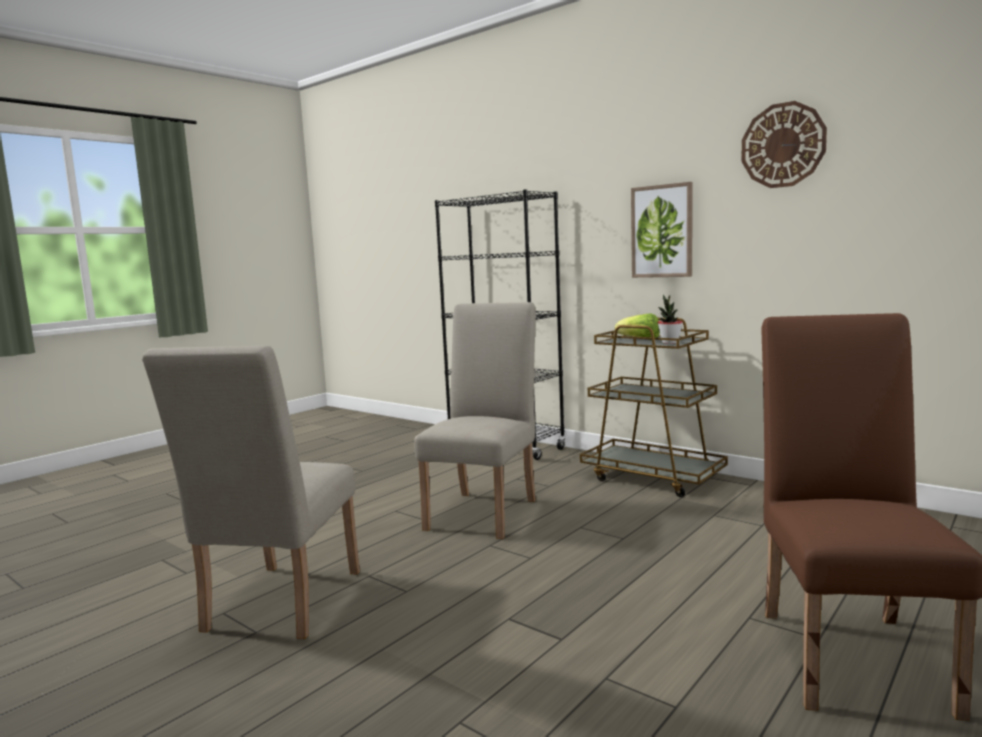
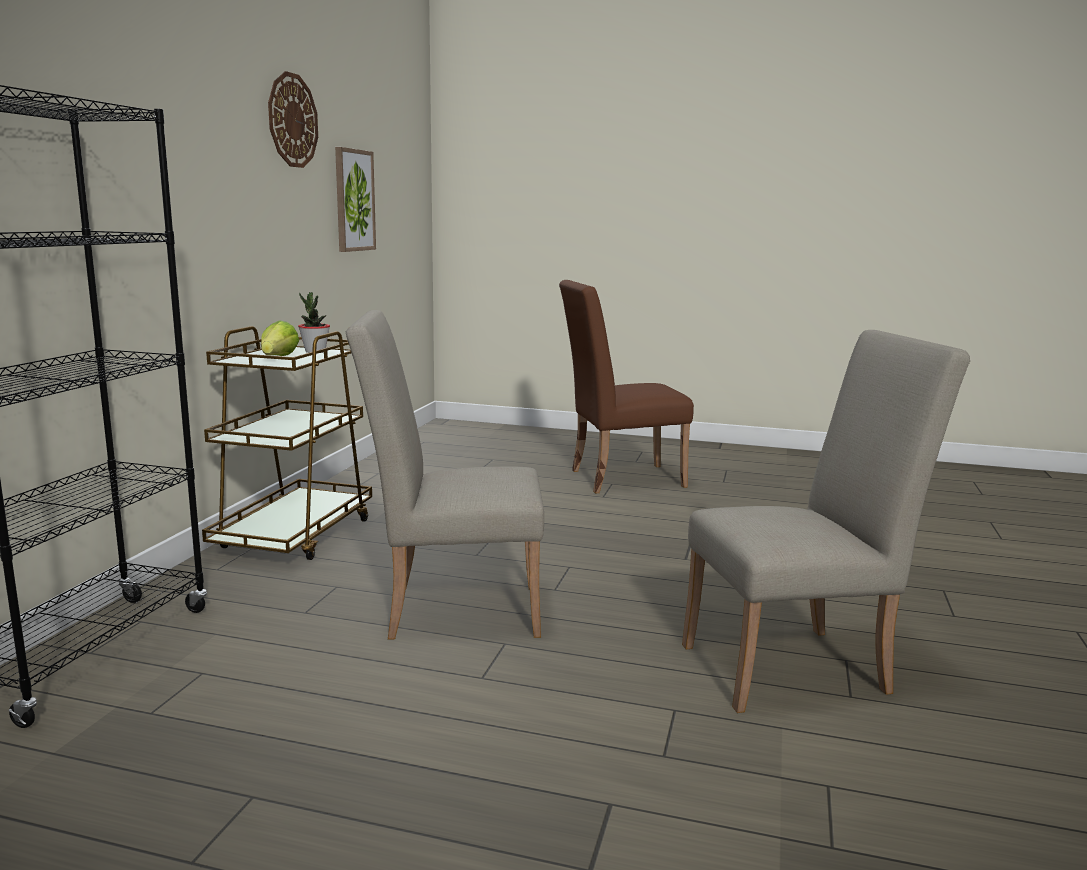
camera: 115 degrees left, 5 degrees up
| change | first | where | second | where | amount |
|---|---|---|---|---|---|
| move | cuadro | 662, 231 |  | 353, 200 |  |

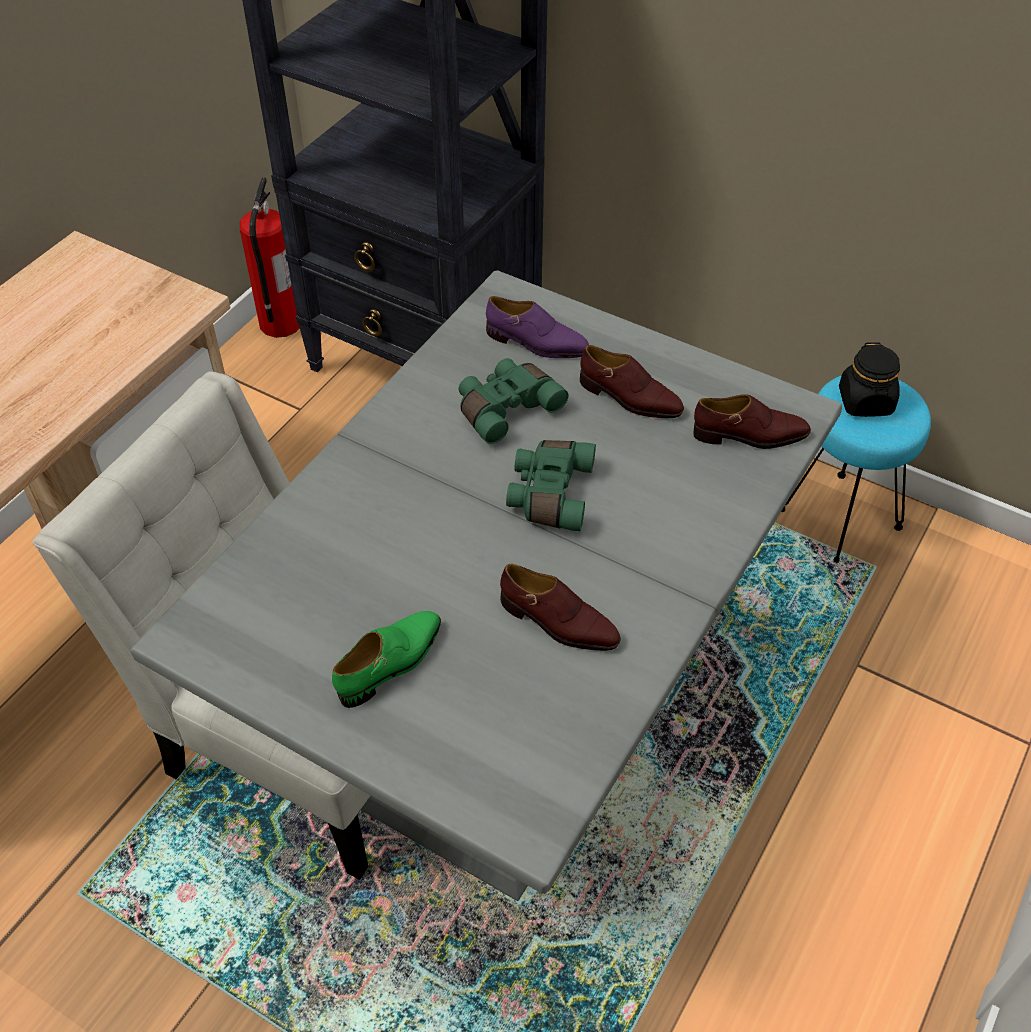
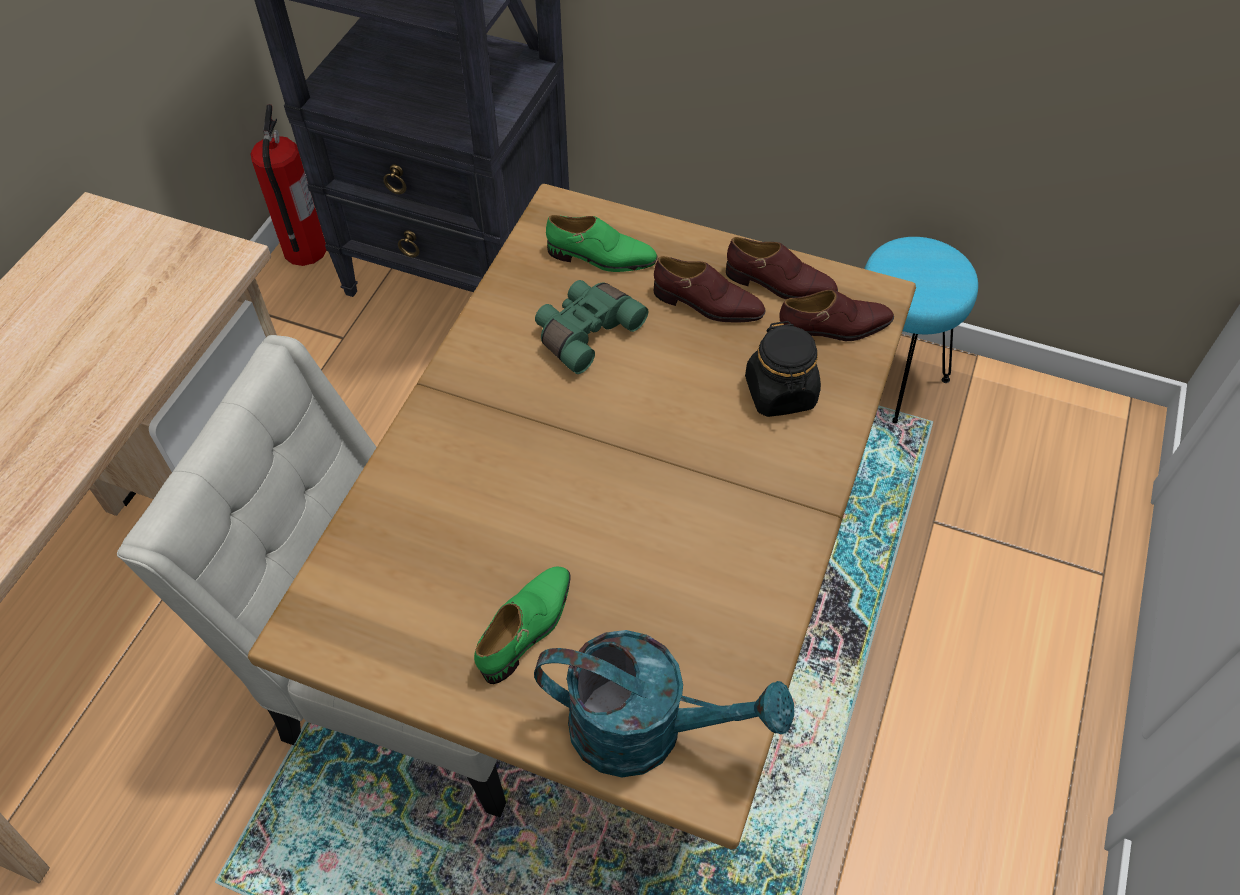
camera: 10 degrees left, 5 degrees up
| change | first | where | second | where | amount |
|---|---|---|---|---|---|
| recolor | mesa de comedor/gris | 515, 714 | mesa de comedor/marrón | 619, 622 |  |
| recolor | zapato/morado | 536, 343 | zapato/verde | 601, 257 |  |
| move | zapato/marrón | 558, 623 |  | 779, 285 |  |
| delete | prismáticos/verde | 549, 494 |  |  |  |
| move | tarro/negro | 865, 402 |  | 780, 393 |  |
| insert |  |  | regadera/turquesa | 647, 730 |  |

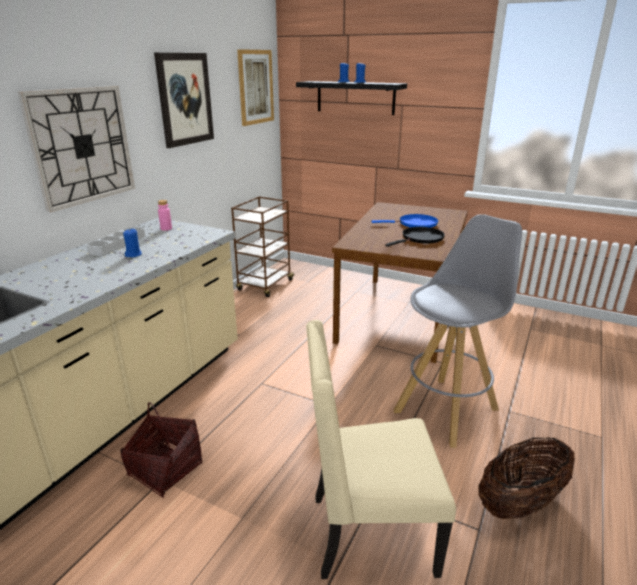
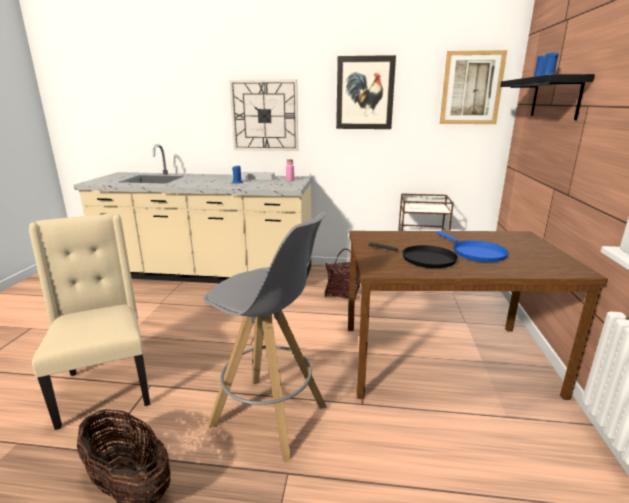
camera: 70 degrees right, 5 degrees down
| change | first | where | second | where | amount |
|---|---|---|---|---|---|
| move | cesta | 165, 469 |  | 342, 292 |  |

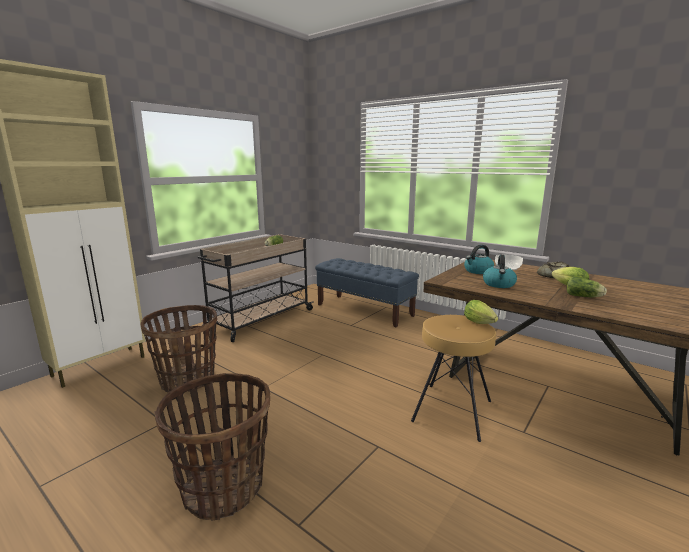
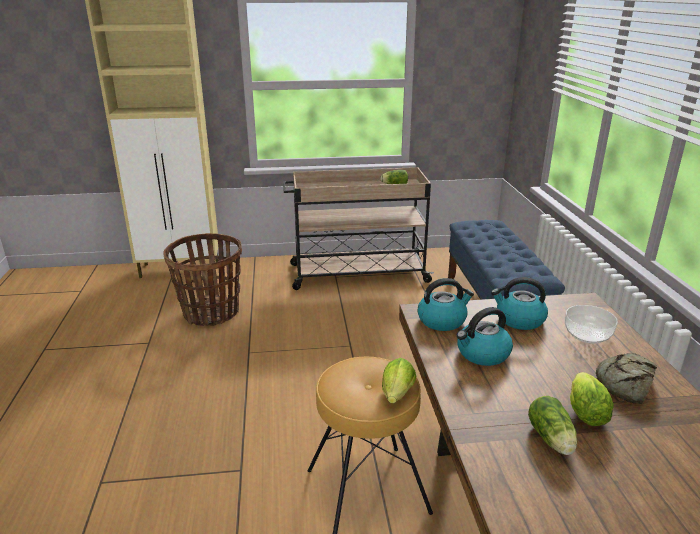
camera: 45 degrees right, 10 degrees up
| change | first | where | second | where | amount |
|---|---|---|---|---|---|
| delete | cesta | 223, 487 |  |  |  |
| insert |  |  | hervidor | 442, 320 |  |

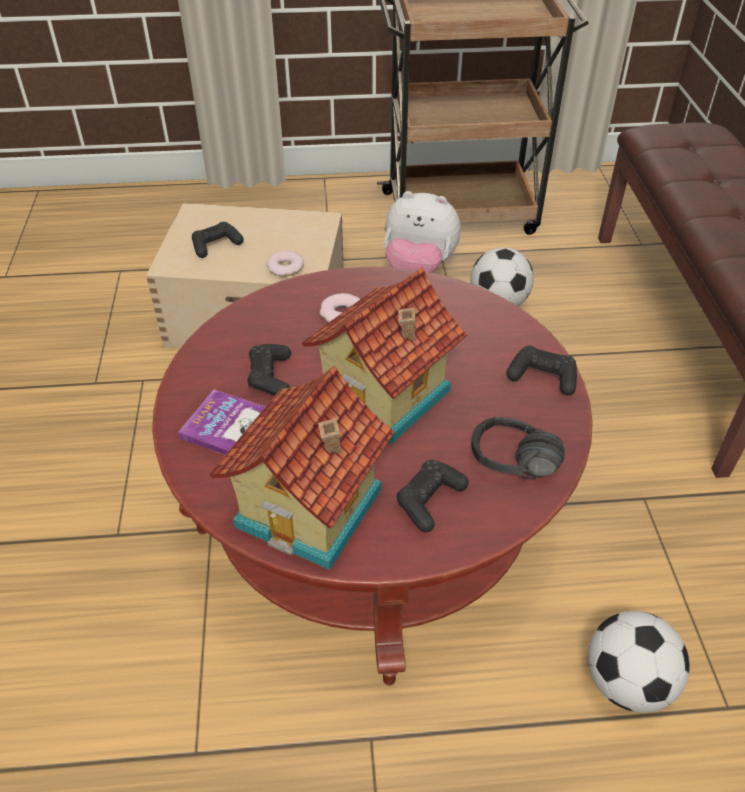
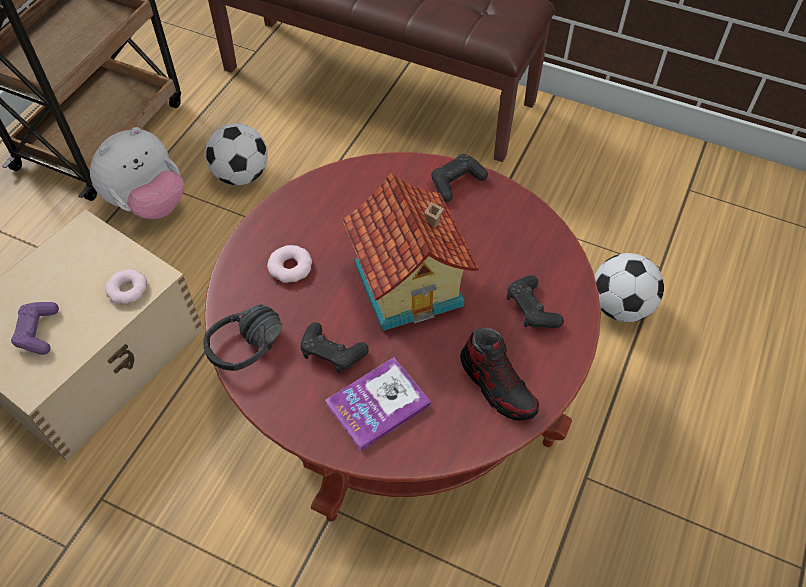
camera: 60 degrees left, 10 degrees up
| change | first | where | second | where | amount |
|---|---|---|---|---|---|
| recolor | mando de consola/negro | 216, 245 | mando de consola/morado | 38, 332 |  |
| replace | casita | 313, 509 | zapato | 497, 385 |  |
| move | auriculares/negro | 511, 470 |  | 253, 354 |  |

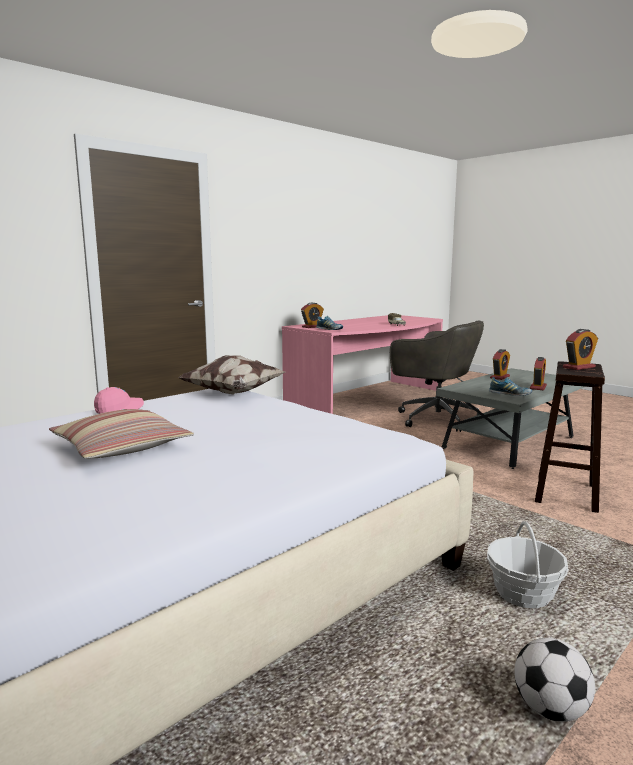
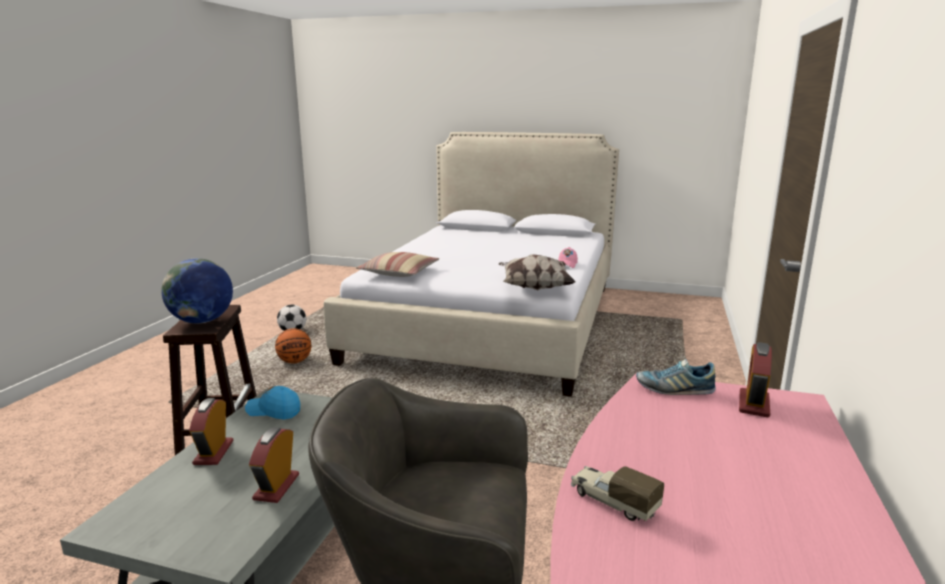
camera: 150 degrees right, 5 degrees up
| change | first | where | second | where | amount |
|---|---|---|---|---|---|
| move | cojín | 121, 447 |  | 399, 273 |  |
| replace | cesta | 523, 594 | balón de baloncesto | 294, 361 |  |
| replace | zapato | 510, 394 | gorra/azul | 274, 411 |  |
| replace | despertador | 579, 367 | globo terráqueo | 202, 321 |  |

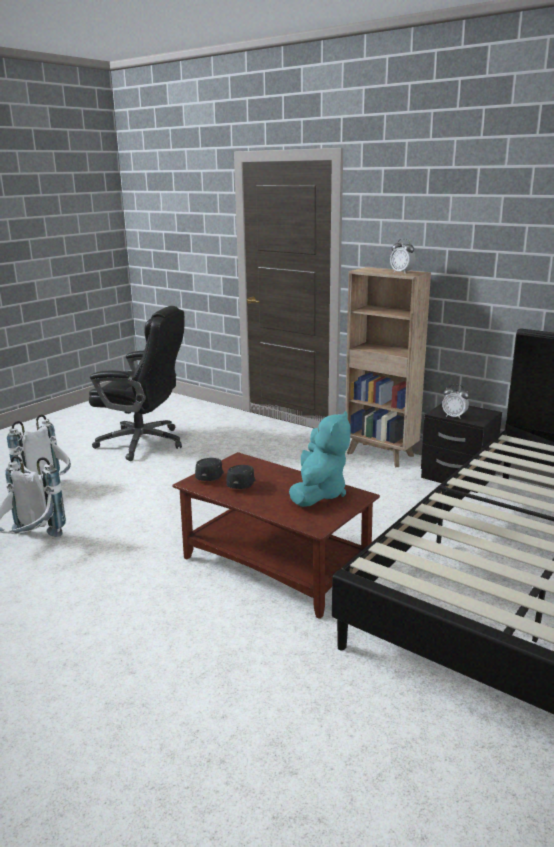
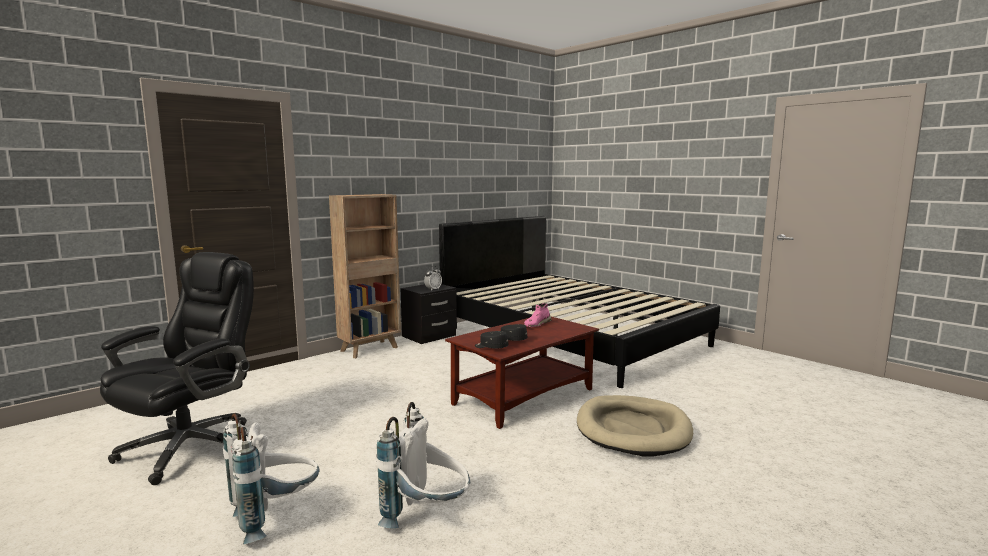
camera: 80 degrees left, 10 degrees down
| change | first | where | second | where | amount |
|---|---|---|---|---|---|
| replace | peluche/turquesa | 318, 493 | zapato/rosa | 536, 324 |  |
| delete | despertador | 402, 272 |  |  |  |
| insert |  |  | cama para perro/beis | 633, 429 |  |

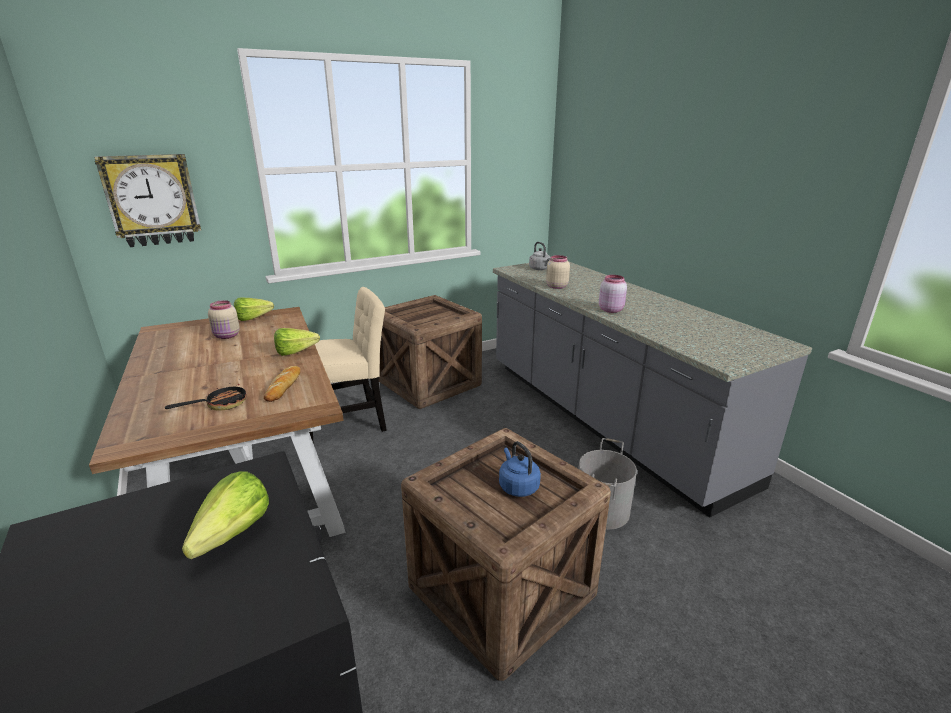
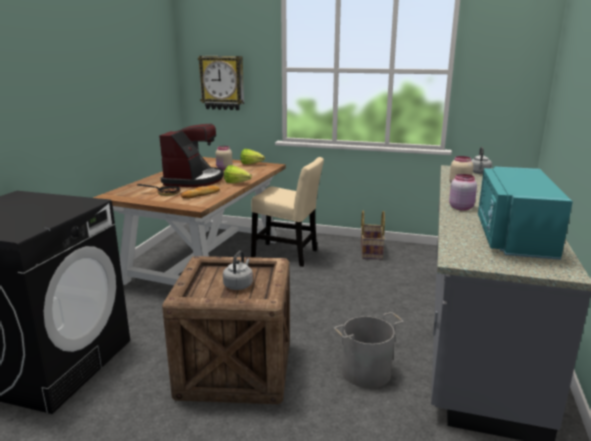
camera: 45 degrees right, 5 degrees down
| change | first | where | second | where | amount |
|---|---|---|---|---|---|
| delete | lechuga | 226, 540 |  |  |  |
| replace | caja de embalaje | 427, 383 | cesta | 370, 251 |  |
| recolor | hervidor/azul | 517, 486 | hervidor/gris | 239, 285 |  |
| insert |  |  | cafetera | 194, 180 |  |
| insert |  |  | microondas/turquesa | 512, 237 |  |

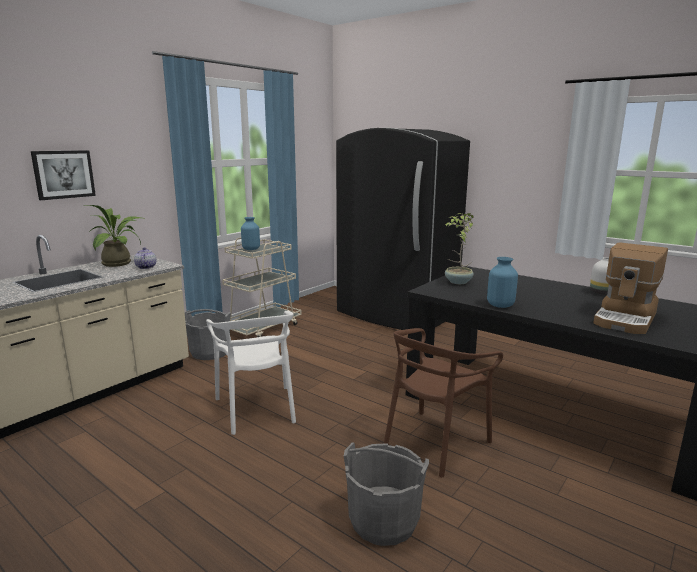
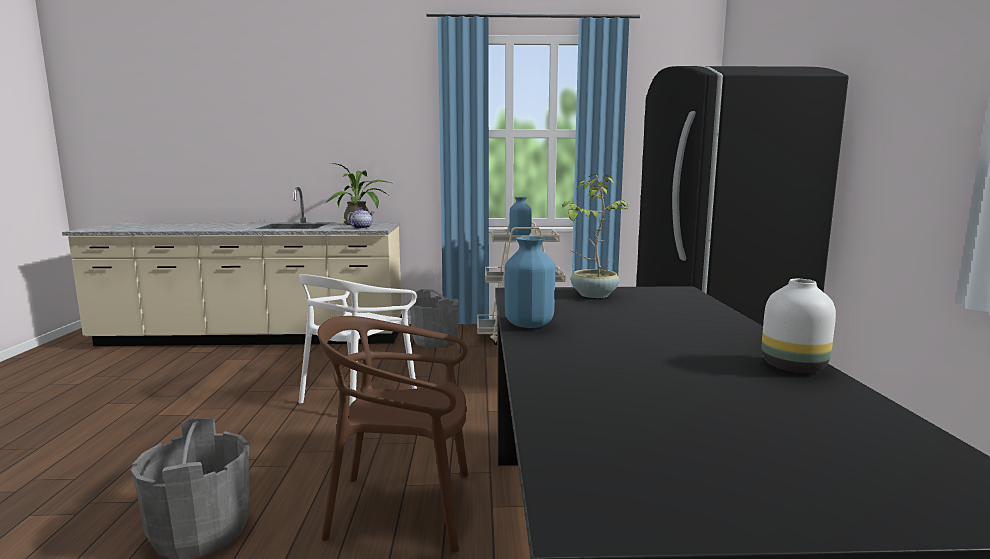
camera: 50 degrees right, 5 degrees down
| change | first | where | second | where | amount |
|---|---|---|---|---|---|
| delete | cuadro | 63, 174 |  |  |  |
| delete | cafetera | 626, 319 |  |  |  |

